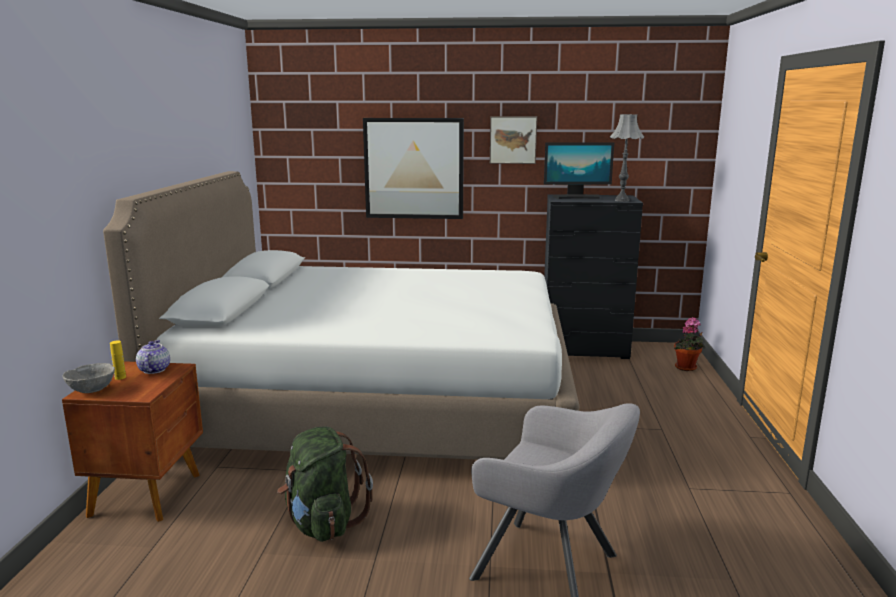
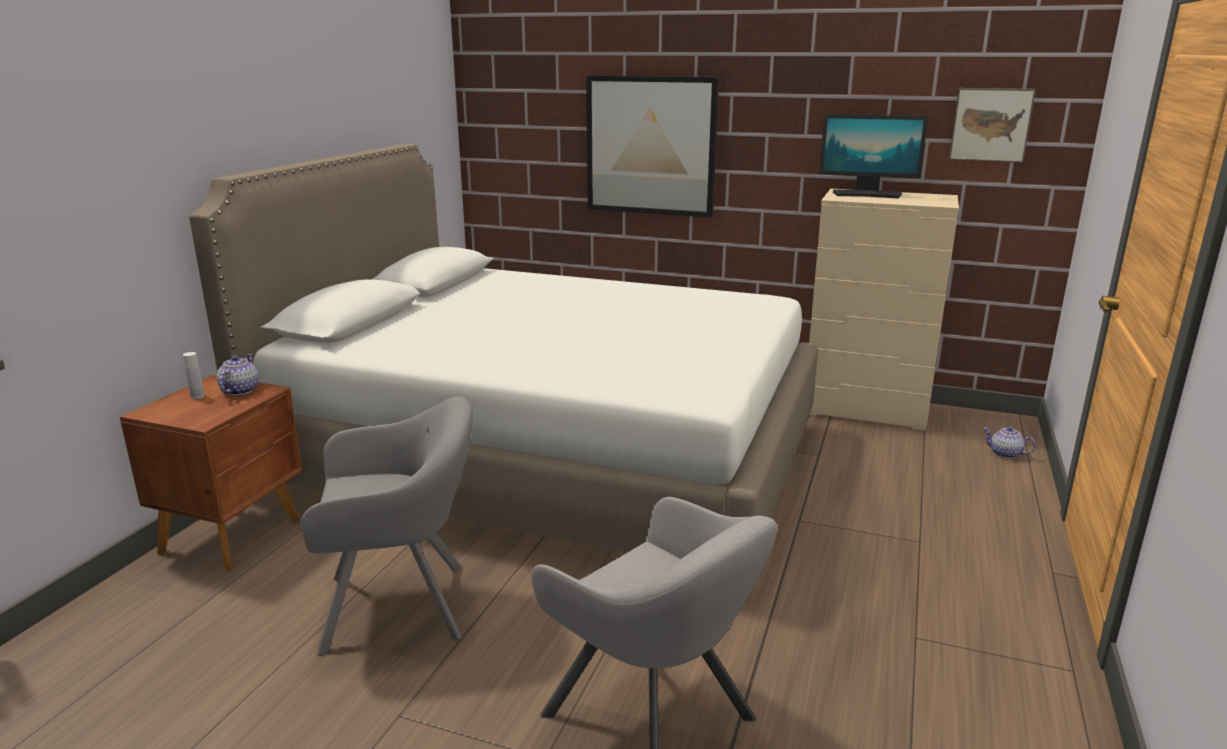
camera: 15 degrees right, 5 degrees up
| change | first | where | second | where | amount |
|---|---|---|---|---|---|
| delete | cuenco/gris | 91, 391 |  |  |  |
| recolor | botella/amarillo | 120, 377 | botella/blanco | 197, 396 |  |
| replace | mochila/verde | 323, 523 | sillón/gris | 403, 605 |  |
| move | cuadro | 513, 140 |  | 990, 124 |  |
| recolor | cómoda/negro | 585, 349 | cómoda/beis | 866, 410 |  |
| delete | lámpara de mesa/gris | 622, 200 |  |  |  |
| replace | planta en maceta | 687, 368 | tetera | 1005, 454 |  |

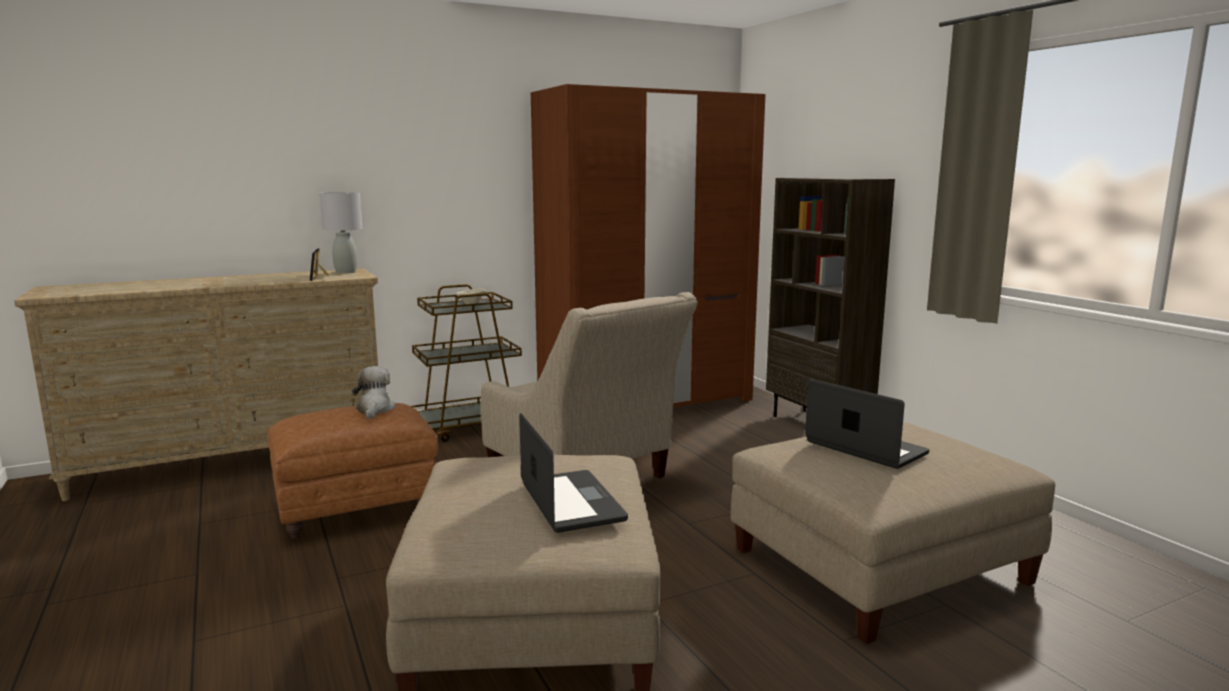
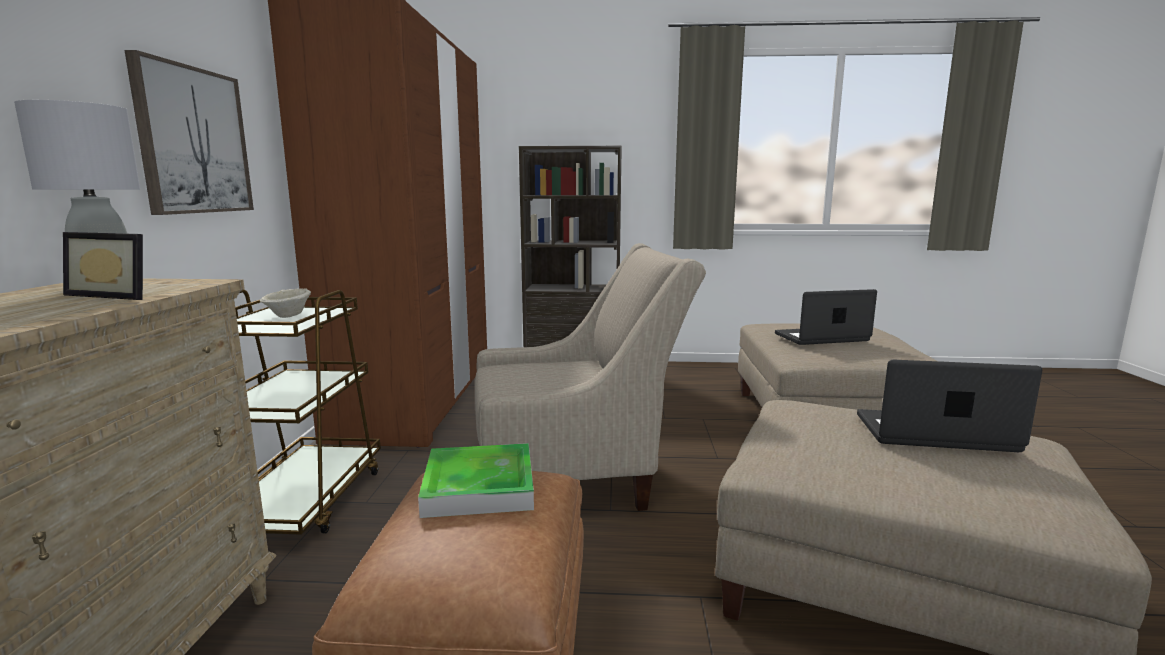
camera: 60 degrees left, 0 degrees up
| change | first | where | second | where | amount |
|---|---|---|---|---|---|
| replace | peluche | 374, 410 | bandeja | 479, 486 |  |
| insert |  |  | cuadro | 193, 141 |  |

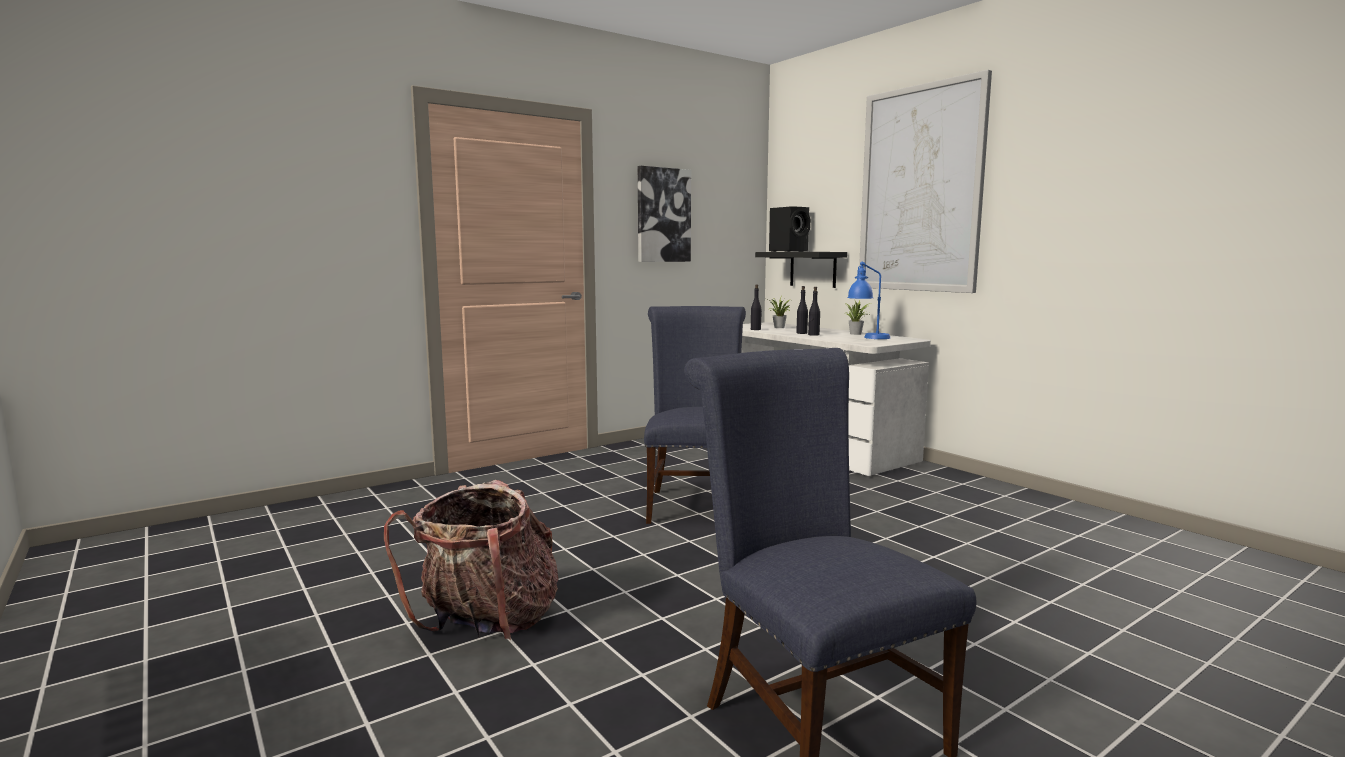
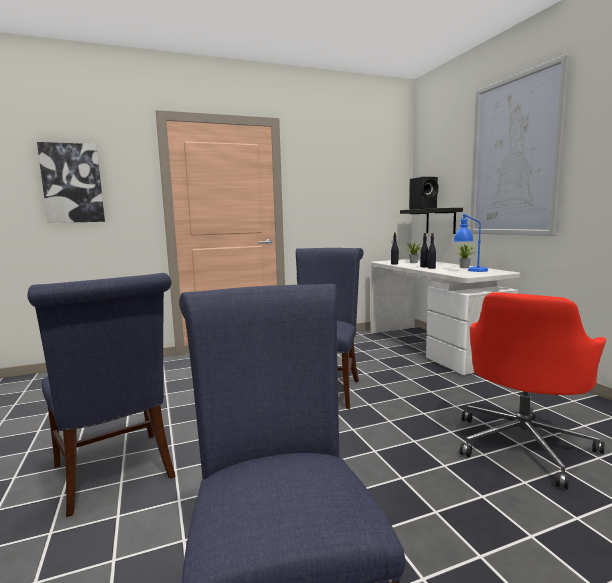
camera: 15 degrees right, 0 degrees up
| change | first | where | second | where | amount |
|---|---|---|---|---|---|
| replace | mochila | 487, 624 | silla/azul | 116, 474 |  |
| move | cuadro | 663, 215 |  | 72, 183 |  |
| insert |  |  | silla de oficina/rojo | 523, 444 |  |

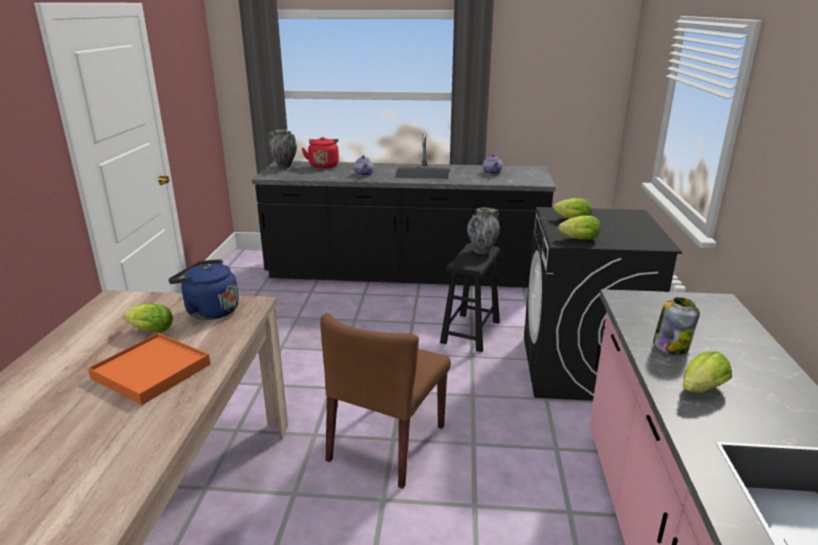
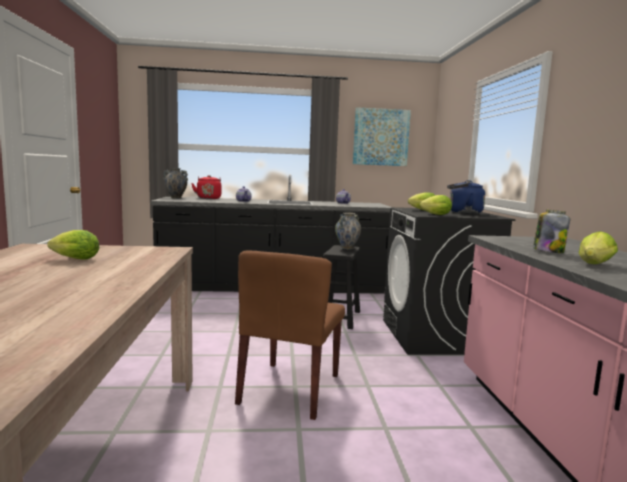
camera: 10 degrees left, 15 degrees down
| change | first | where | second | where | amount |
|---|---|---|---|---|---|
| delete | bandeja/naranja | 151, 371 |  |  |  |
| move | hervidor/azul | 209, 311 |  | 463, 213 |  |
| insert |  |  | cuadro | 381, 137 |  |

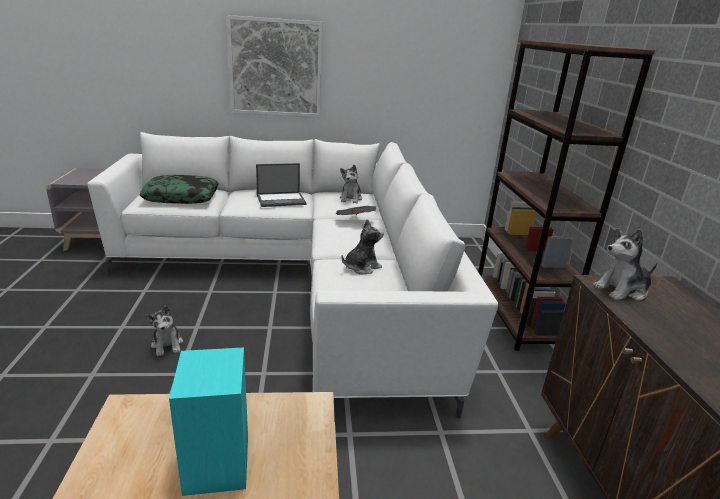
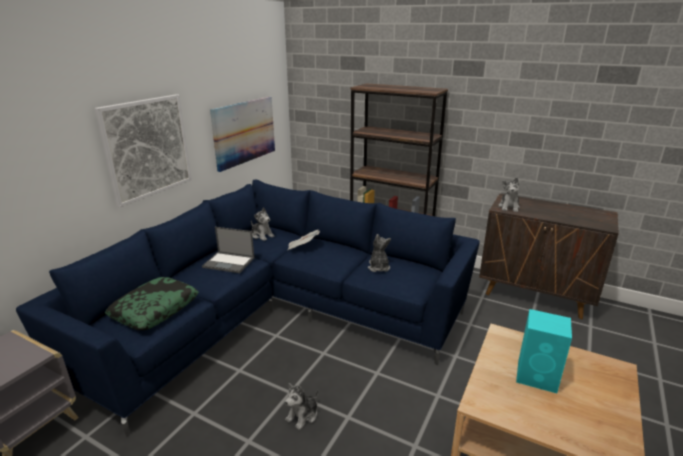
camera: 55 degrees left, 0 degrees up
| change | first | where | second | where | amount |
|---|---|---|---|---|---|
| recolor | sofá/blanco | 304, 281 | sofá/azul | 275, 316 |  |
| rotate | peluche | 167, 345 |  | 303, 415 | 120 degrees clockwise |
| rotate | portátil | 281, 200 |  | 229, 262 | 90 degrees clockwise |
| insert |  |  | cuadro | 244, 132 |  |

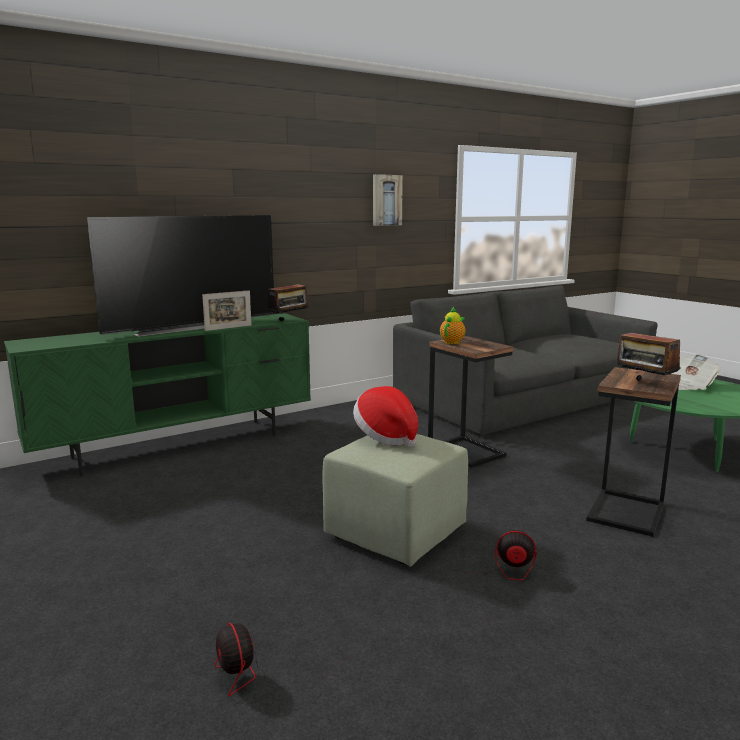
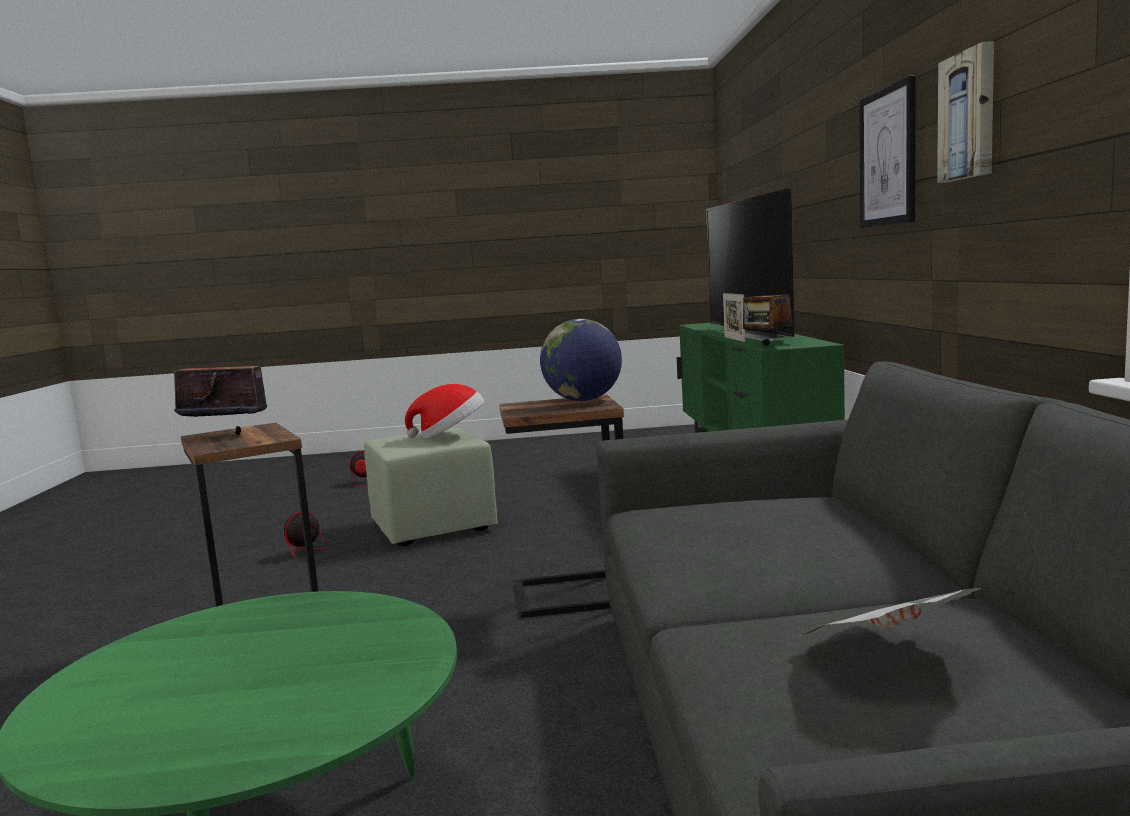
camera: 120 degrees right, 5 degrees down
| change | first | where | second | where | amount |
|---|---|---|---|---|---|
| replace | tetera | 453, 342 | globo terráqueo | 583, 400 |  |
| move | periódico | 690, 385 |  | 882, 657 |  |
| insert |  |  | cuadro | 888, 157 |  |

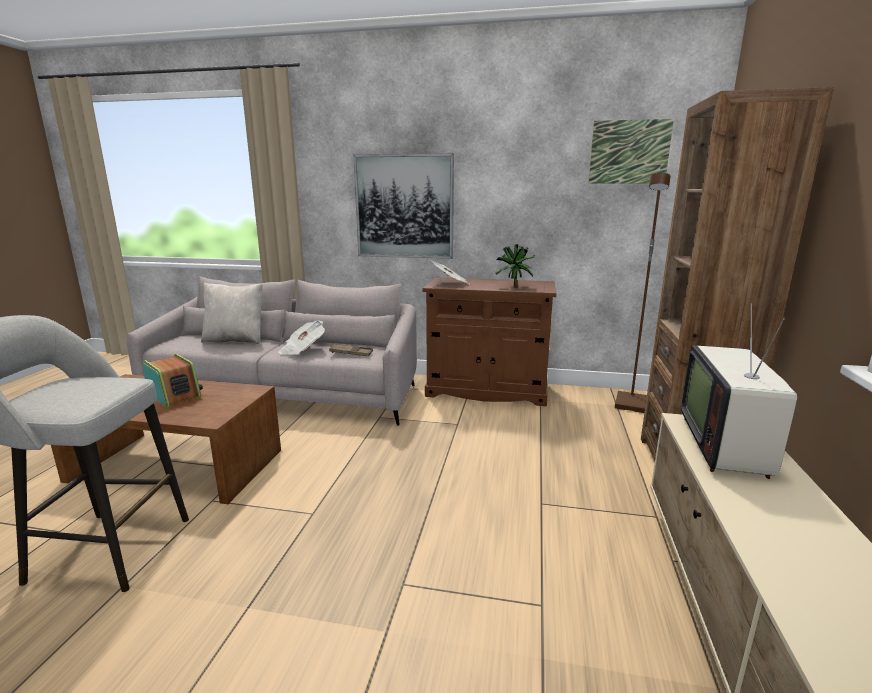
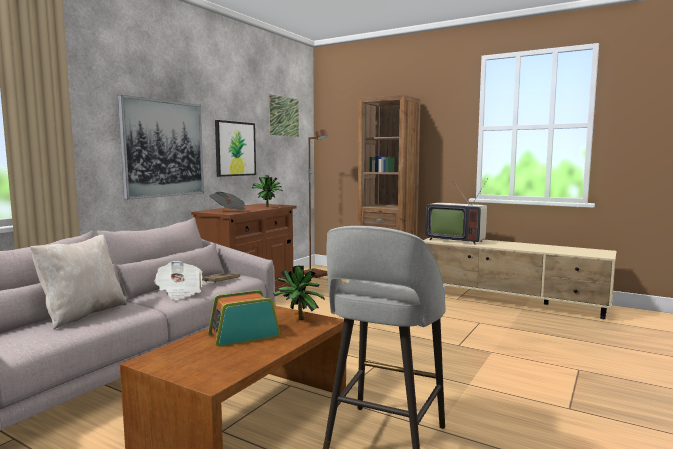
camera: 70 degrees left, 10 degrees down
| change | first | where | second | where | amount |
|---|---|---|---|---|---|
| insert |  |  | cuadro | 235, 149 |  |
| insert |  |  | planta en maceta | 297, 320 |  |

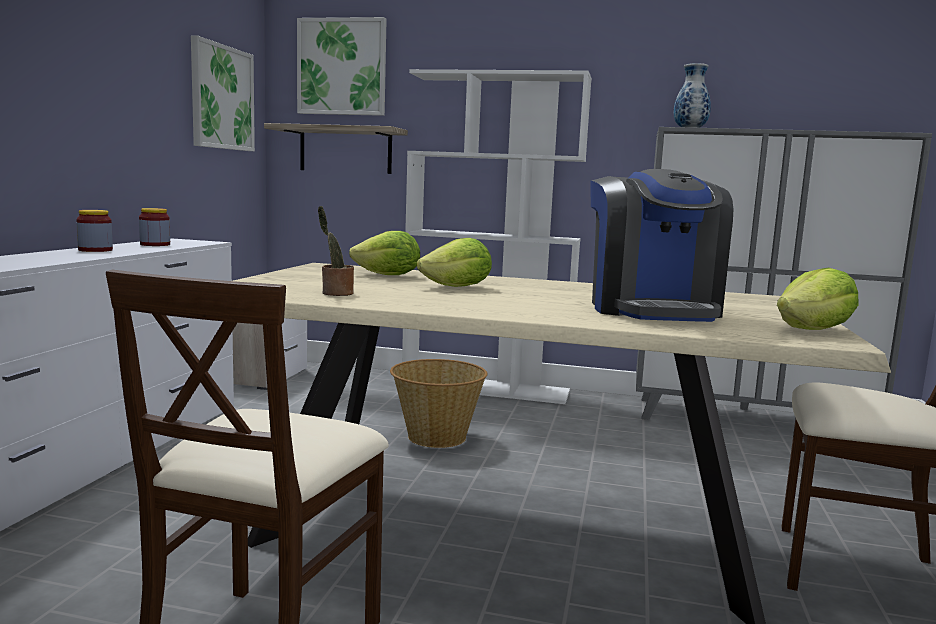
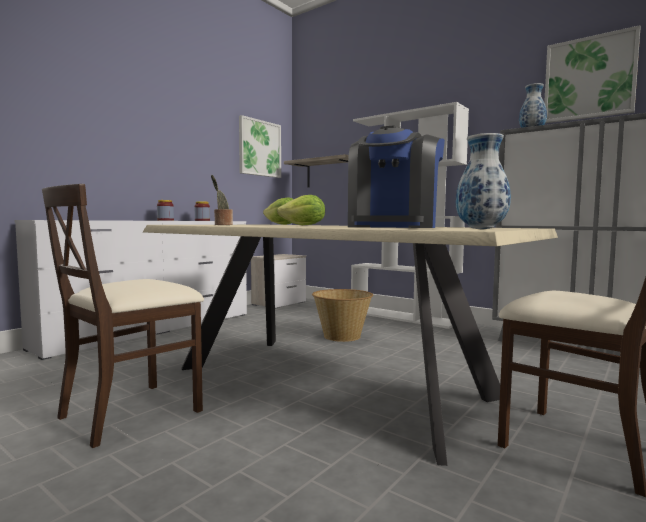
camera: 25 degrees right, 5 degrees down
| change | first | where | second | where | amount |
|---|---|---|---|---|---|
| move | cuadro | 342, 67 |  | 589, 78 |  |
| replace | lechuga | 814, 330 | florero | 482, 229 |  |

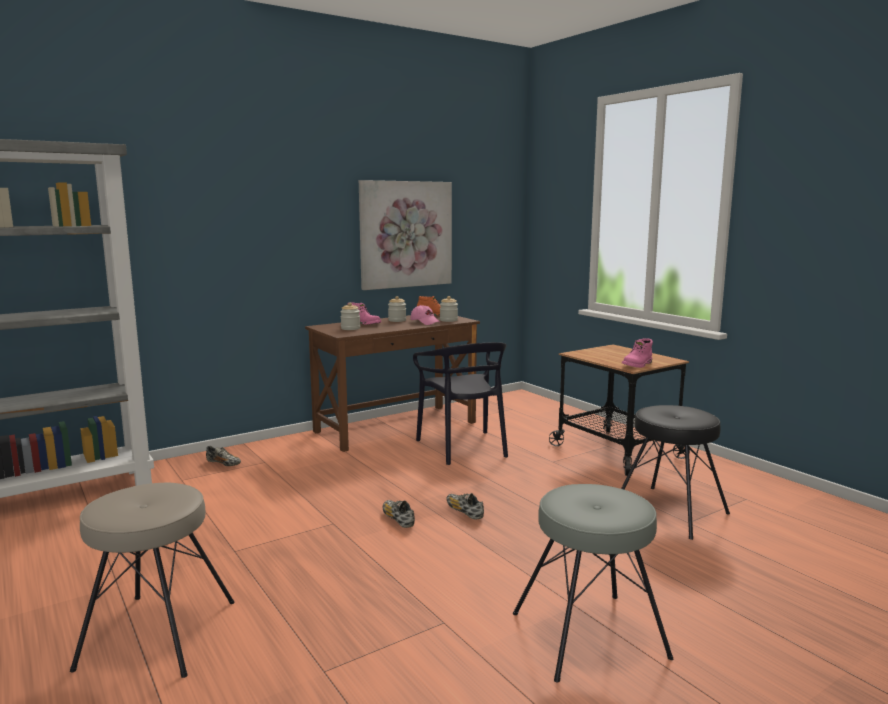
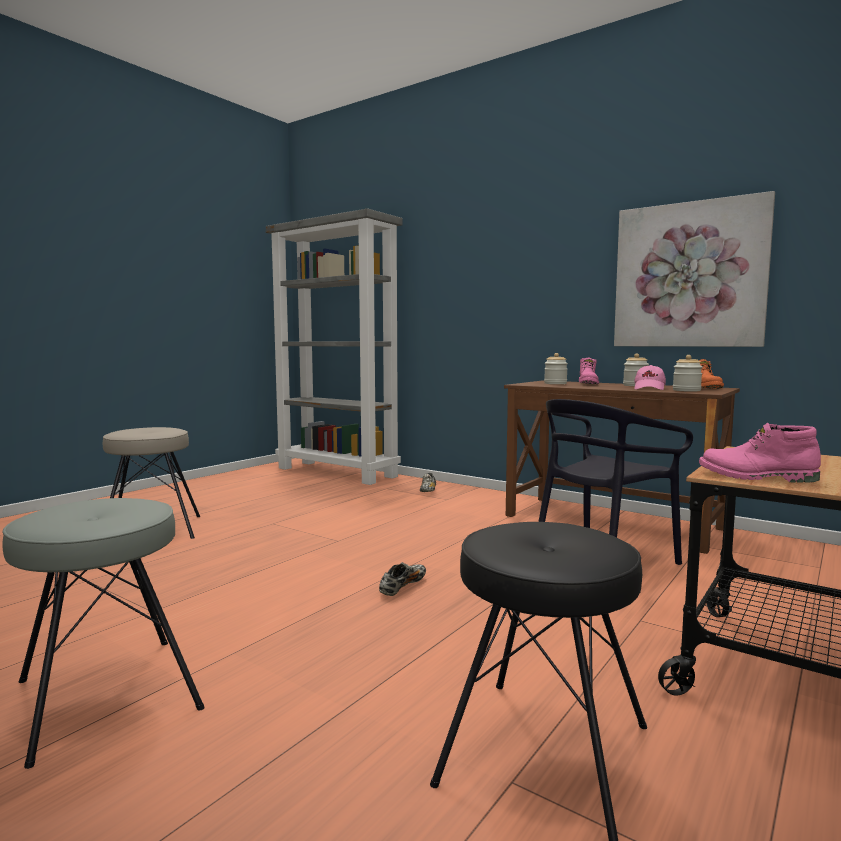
camera: 70 degrees right, 5 degrees down
| change | first | where | second | where | amount |
|---|---|---|---|---|---|
| delete | zapato | 398, 519 |  |  |  |

